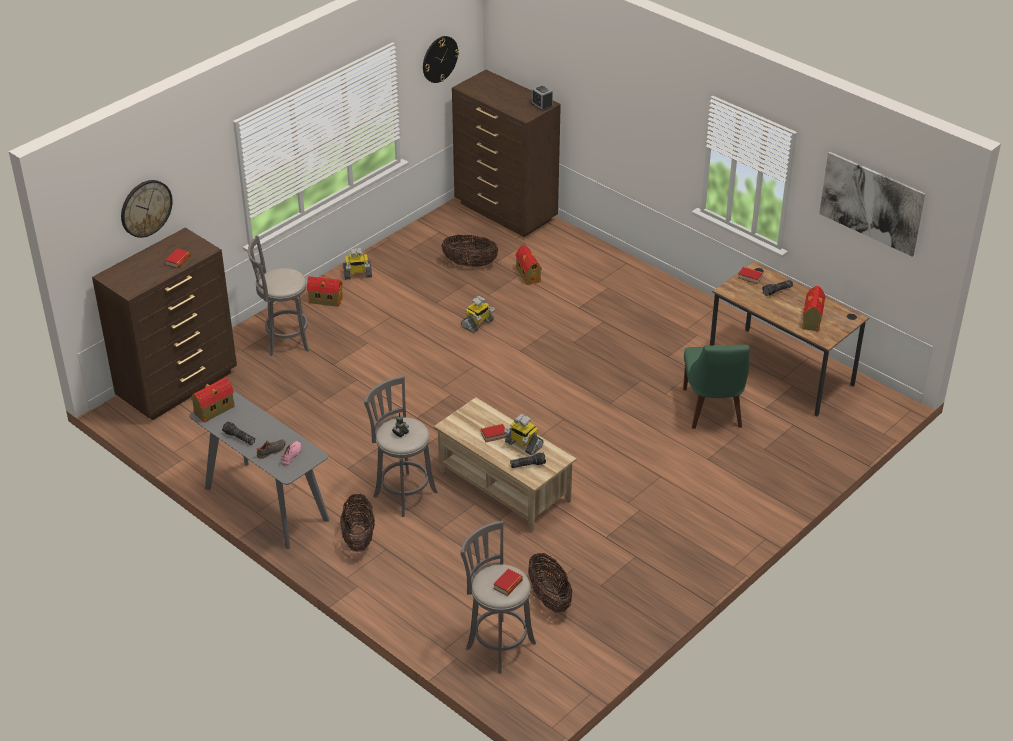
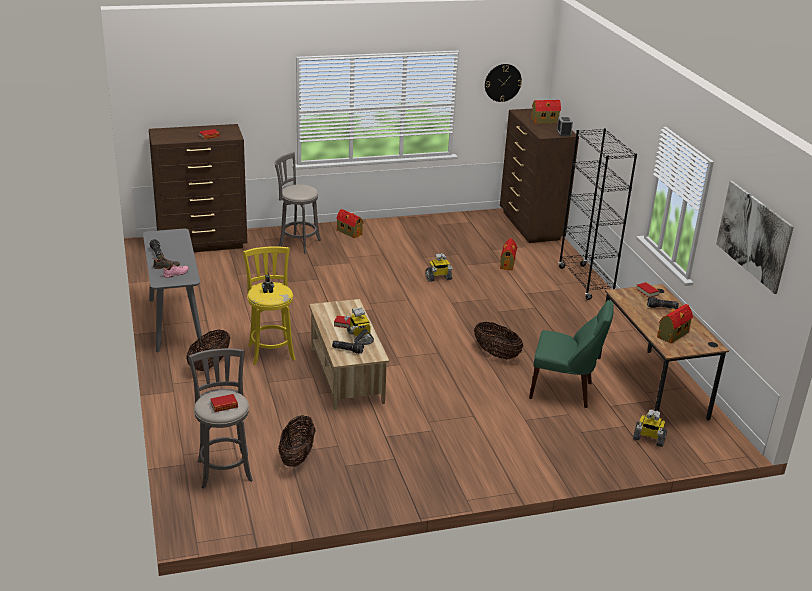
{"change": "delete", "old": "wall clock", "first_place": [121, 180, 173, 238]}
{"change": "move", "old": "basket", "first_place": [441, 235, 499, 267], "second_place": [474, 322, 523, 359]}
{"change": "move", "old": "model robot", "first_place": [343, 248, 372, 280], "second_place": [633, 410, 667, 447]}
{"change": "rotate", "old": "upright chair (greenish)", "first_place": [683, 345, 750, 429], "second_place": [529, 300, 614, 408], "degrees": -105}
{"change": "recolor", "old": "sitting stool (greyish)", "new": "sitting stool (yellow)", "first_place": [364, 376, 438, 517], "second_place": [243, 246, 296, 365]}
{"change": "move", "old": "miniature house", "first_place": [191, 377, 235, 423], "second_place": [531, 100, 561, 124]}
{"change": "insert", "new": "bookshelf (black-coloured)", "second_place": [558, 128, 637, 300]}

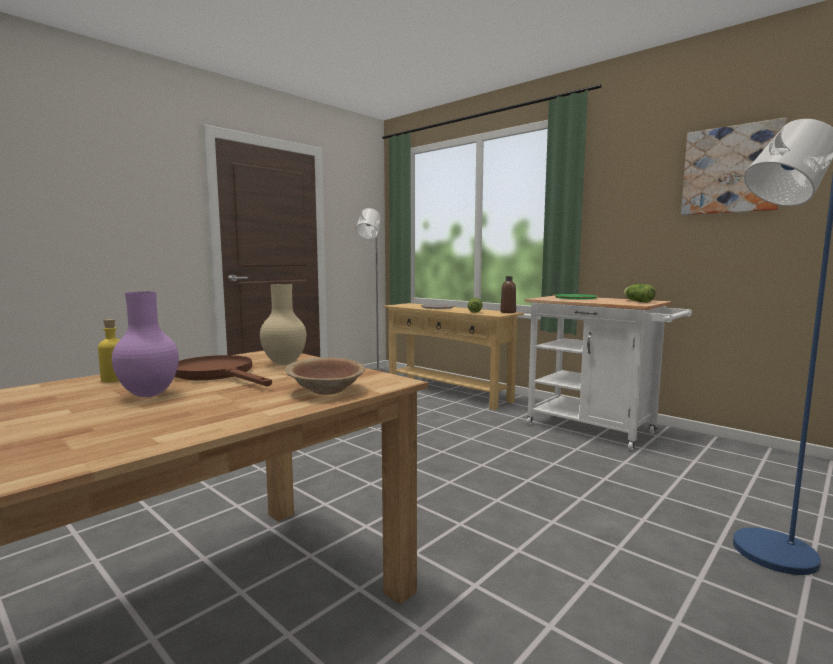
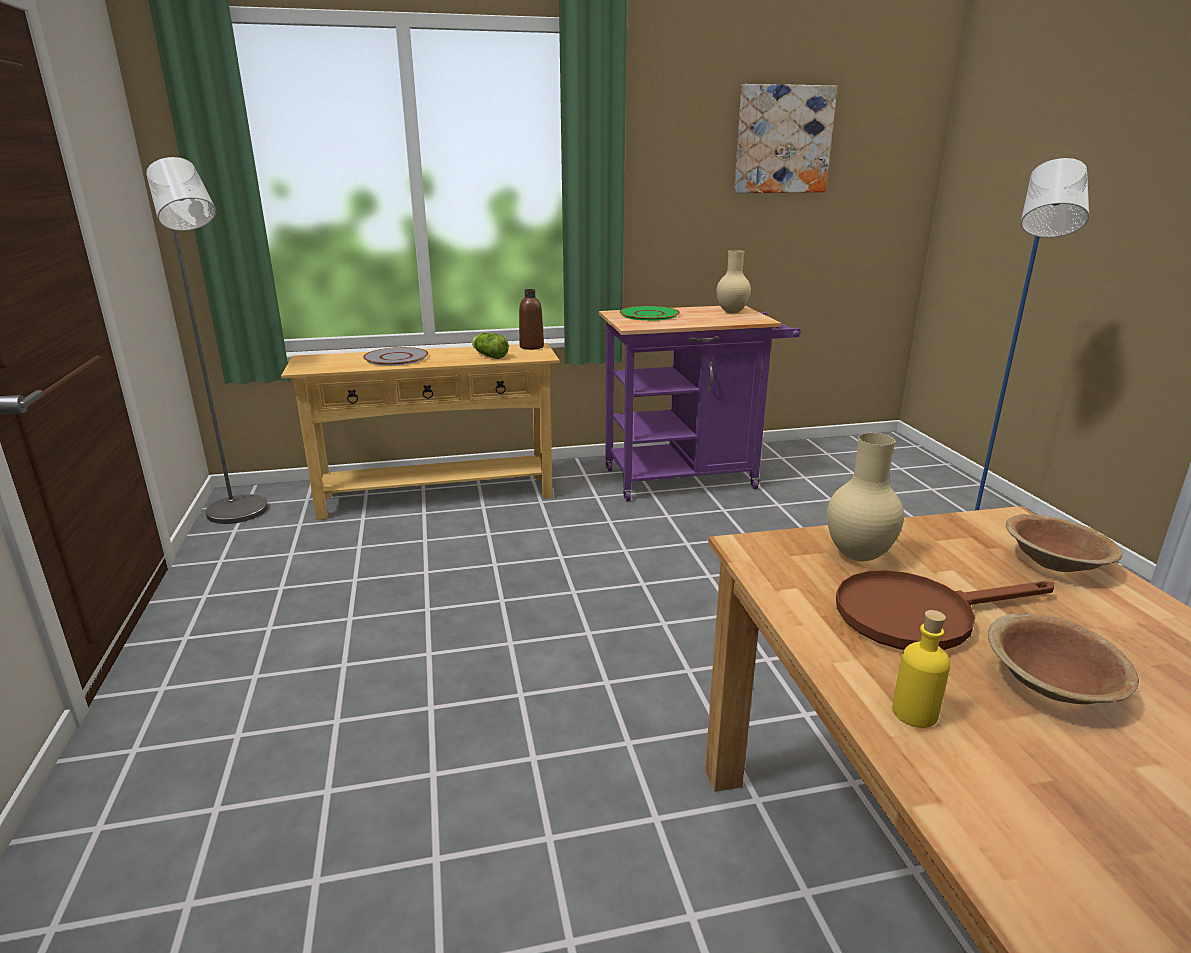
{"change": "replace", "old": "lettuce", "new": "vase (beige-coloured)", "first_place": [623, 284, 656, 303], "second_place": [716, 250, 751, 314]}
{"change": "replace", "old": "vase (purple-coloured)", "new": "serving bowl (brown-coloured)", "first_place": [112, 292, 179, 397], "second_place": [988, 613, 1139, 704]}
{"change": "recolor", "old": "cart (white-coloured)", "new": "cart (purple-coloured)", "first_place": [524, 296, 692, 451], "second_place": [599, 306, 801, 502]}

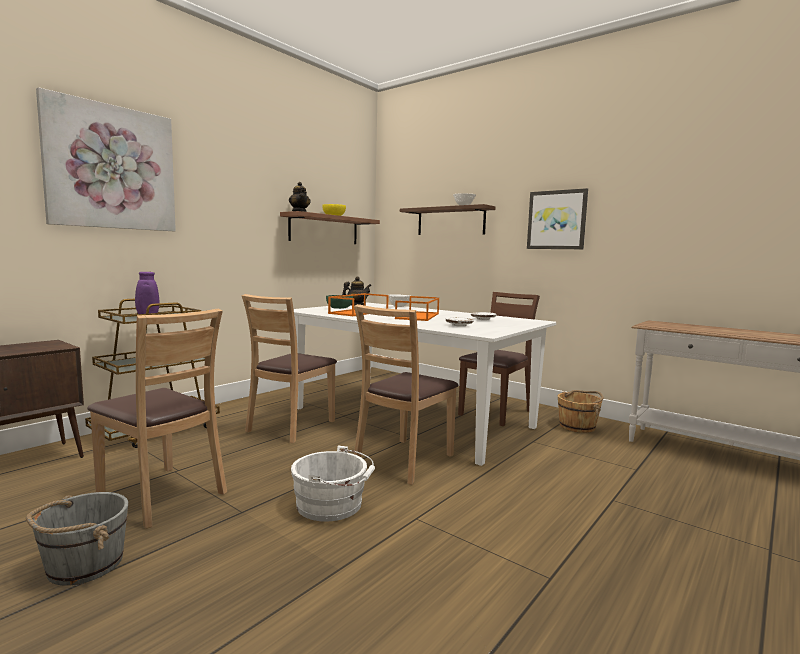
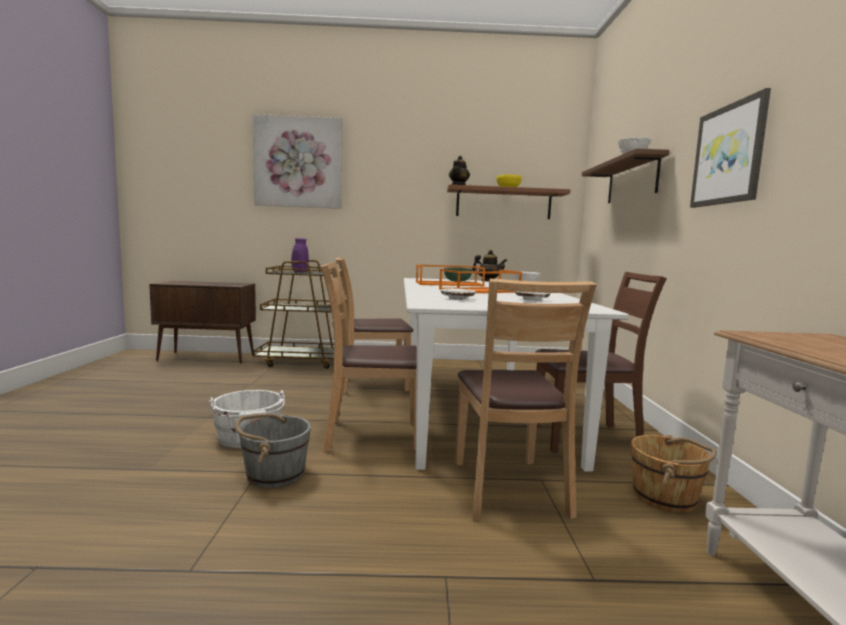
{"change": "move", "old": "upright chair (brown-coloured)", "first_place": [87, 309, 227, 529], "second_place": [456, 279, 597, 522]}
{"change": "move", "old": "bucket (greyish)", "first_place": [26, 492, 128, 586], "second_place": [235, 413, 311, 488]}

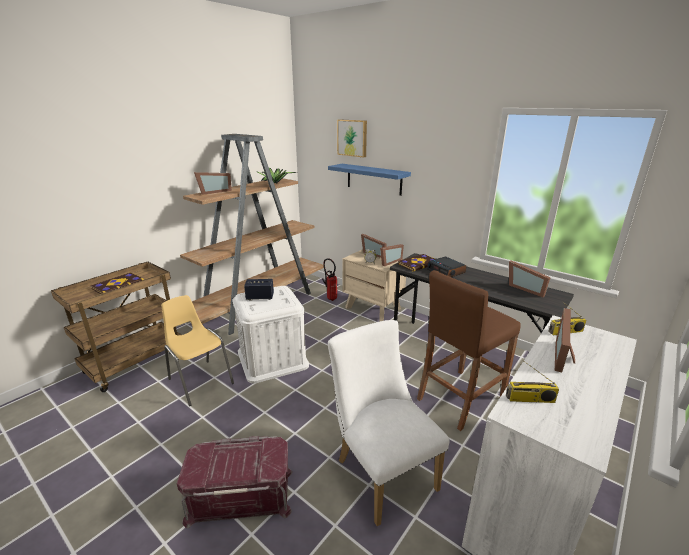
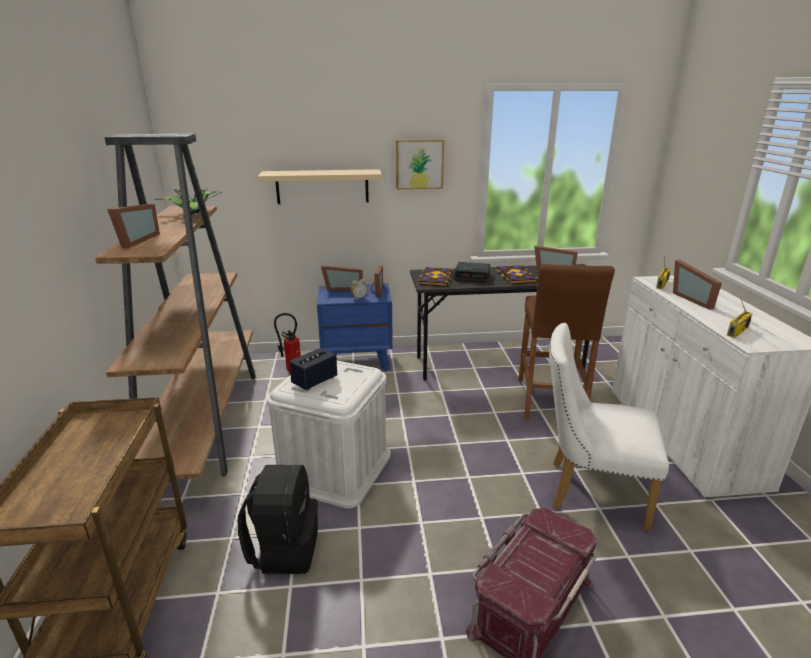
{"change": "move", "old": "wall art", "first_place": [337, 119, 367, 157], "second_place": [396, 139, 444, 189]}
{"change": "recolor", "old": "shelf (blue-coloured)", "new": "shelf (beige-coloured)", "first_place": [328, 164, 411, 196], "second_place": [257, 169, 382, 204]}
{"change": "recolor", "old": "nightstand (beige-coloured)", "new": "nightstand (blue-coloured)", "first_place": [343, 249, 406, 322], "second_place": [317, 283, 393, 371]}
{"change": "move", "old": "volume", "first_place": [91, 272, 144, 294], "second_place": [496, 265, 538, 284]}
{"change": "replace", "old": "upright chair (yellow)", "new": "backpack (black-coloured)", "first_place": [161, 295, 234, 406], "second_place": [238, 465, 318, 574]}

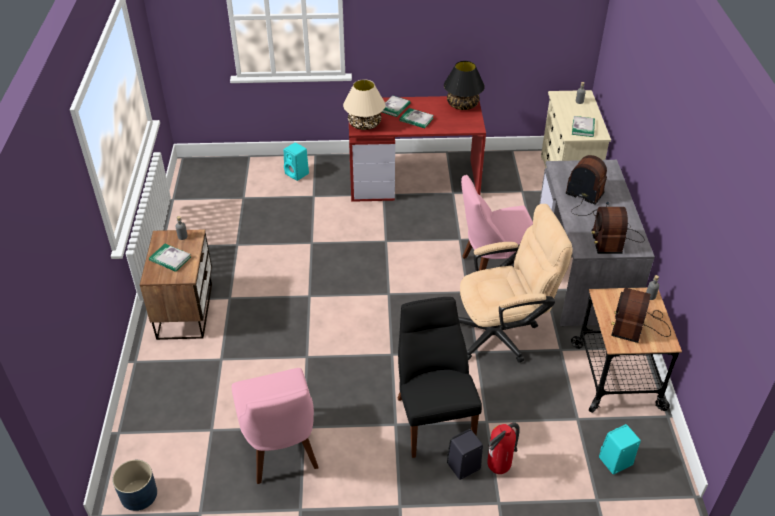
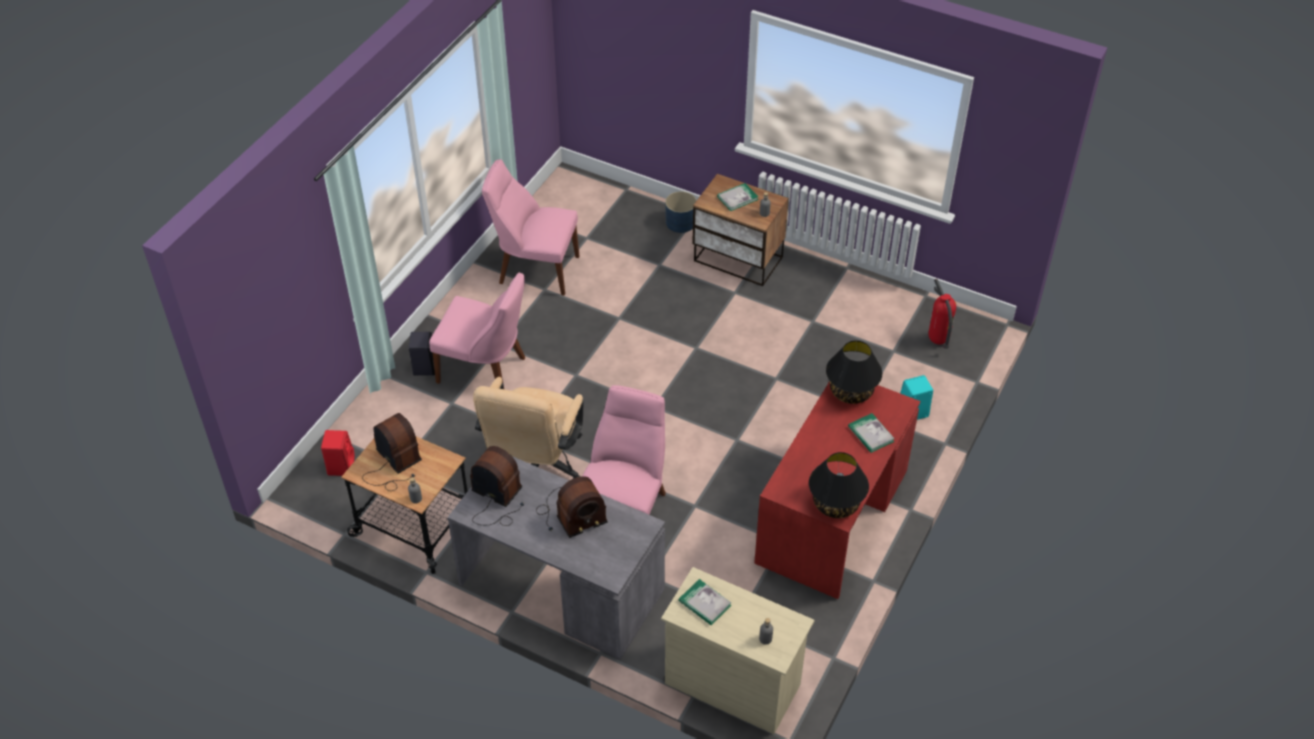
{"change": "recolor", "old": "lamp for a table (beige-coloured)", "new": "lamp for a table (black-coloured)", "first_place": [343, 79, 385, 130], "second_place": [826, 341, 882, 404]}
{"change": "delete", "old": "volume", "first_place": [399, 108, 434, 128]}
{"change": "recolor", "old": "upright chair (black-coloured)", "new": "upright chair (pink)", "first_place": [398, 297, 482, 458], "second_place": [429, 273, 525, 389]}
{"change": "move", "old": "fire extinguisher", "first_place": [487, 422, 520, 474], "second_place": [928, 279, 956, 349]}
{"change": "recolor", "old": "speaker (blue-green)", "new": "speaker (red)", "first_place": [599, 424, 641, 474], "second_place": [321, 430, 355, 476]}
{"change": "move", "old": "flower pot (blue-coloured)", "first_place": [112, 460, 157, 511], "second_place": [665, 191, 697, 233]}

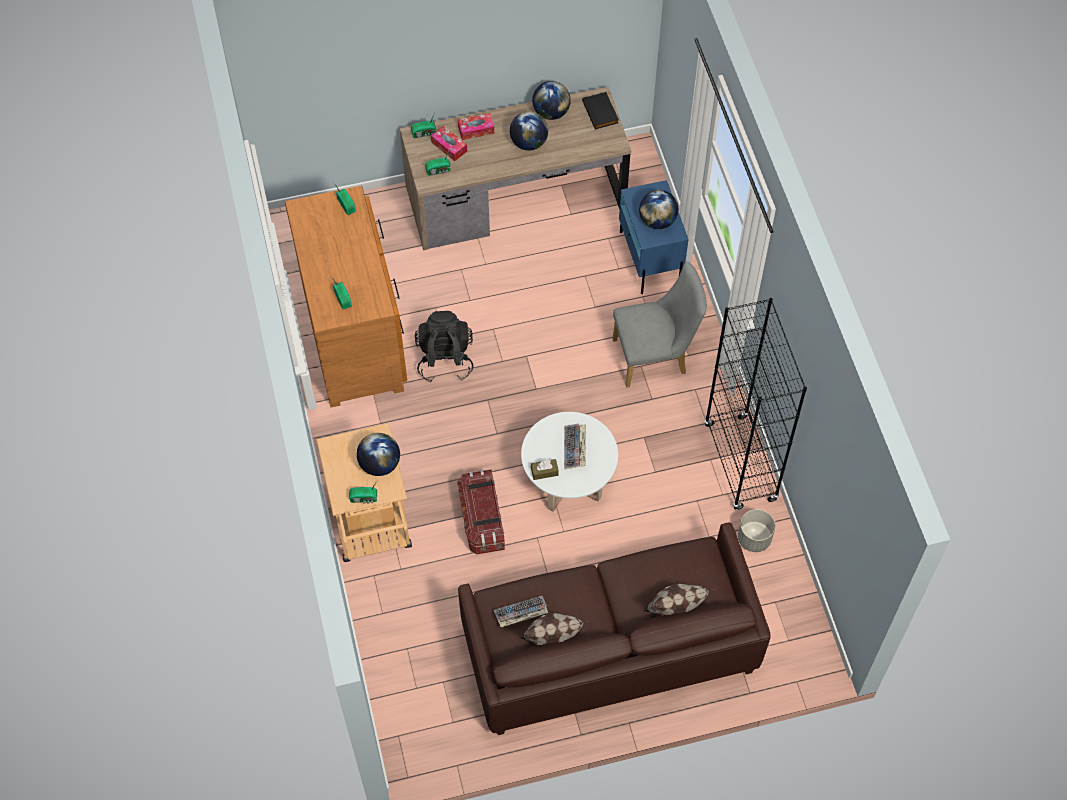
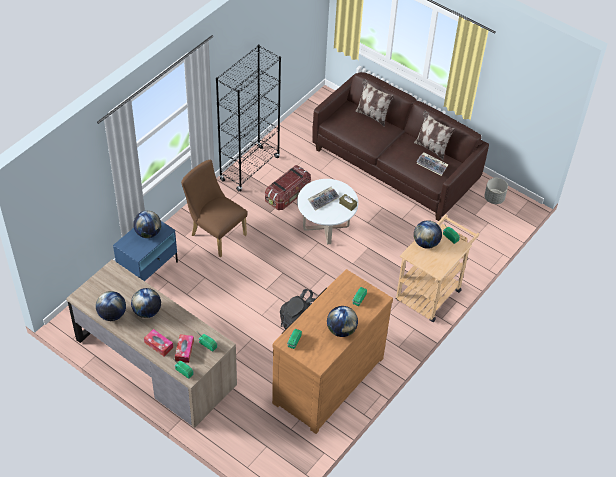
{"change": "delete", "old": "volume (black-coloured)", "first_place": [582, 92, 619, 130]}
{"change": "recolor", "old": "upright chair (greyish)", "new": "upright chair (brown-coloured)", "first_place": [613, 262, 707, 388], "second_place": [181, 160, 247, 257]}
{"change": "move", "old": "storage box", "first_place": [457, 470, 505, 554], "second_place": [265, 165, 311, 210]}
{"change": "move", "old": "flower pot (greyish)", "first_place": [738, 509, 775, 552], "second_place": [484, 178, 508, 204]}
{"change": "insert", "new": "desk globe", "second_place": [327, 306, 358, 337]}

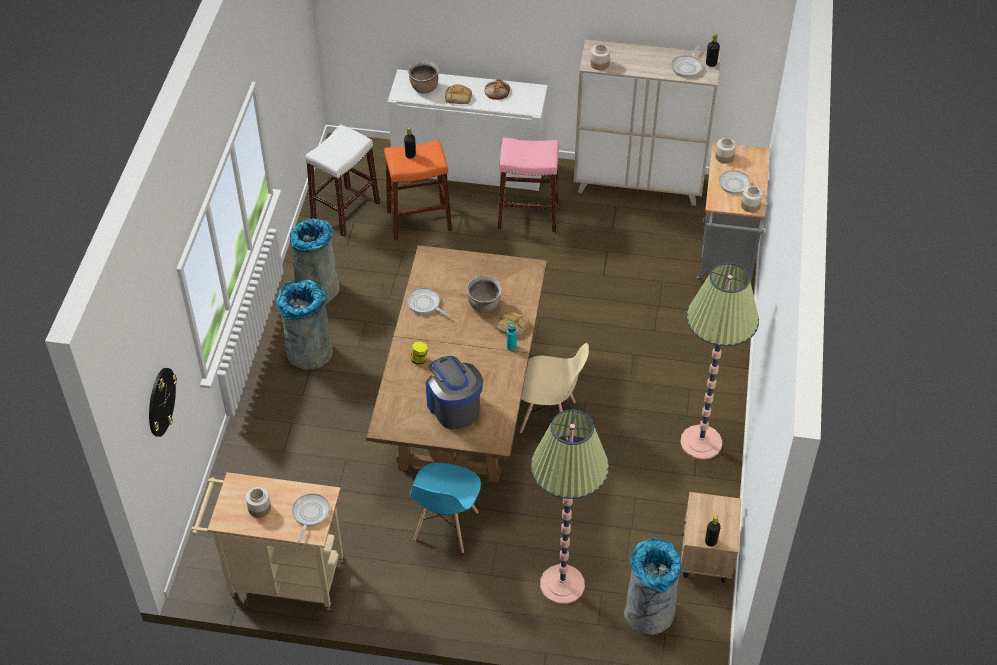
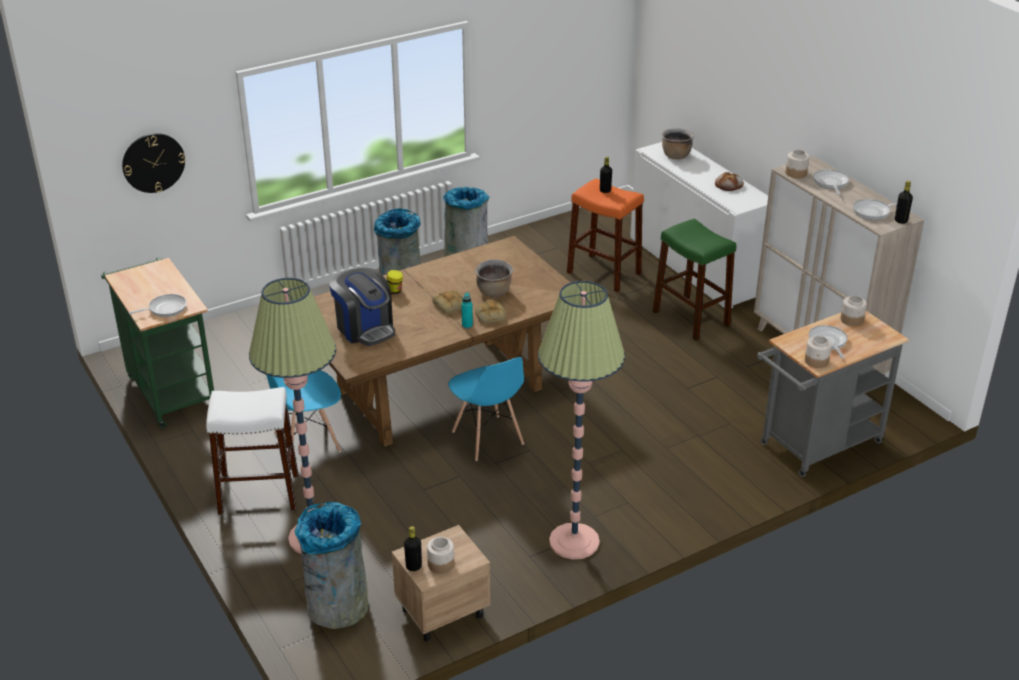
{"change": "move", "old": "bread", "first_place": [445, 84, 472, 104], "second_place": [432, 290, 463, 314]}
{"change": "move", "old": "sitting stool (white-coloured)", "first_place": [305, 125, 380, 237], "second_place": [206, 387, 298, 515]}
{"change": "recolor", "old": "sitting stool (pink)", "new": "sitting stool (greenish)", "first_place": [498, 137, 559, 232], "second_place": [653, 219, 736, 341]}
{"change": "move", "old": "pan", "first_place": [407, 288, 450, 317], "second_place": [813, 169, 849, 195]}
{"change": "recolor", "old": "upright chair (beige-coloured)", "new": "upright chair (blue-coloured)", "first_place": [520, 343, 589, 440], "second_place": [448, 357, 524, 461]}
{"change": "rotate", "old": "coffee machine", "first_place": [426, 356, 483, 429], "second_place": [329, 268, 395, 346], "degrees": 120}
{"change": "recolor", "old": "cart (beige-coloured)", "new": "cart (greenish)", "first_place": [191, 472, 344, 610], "second_place": [101, 257, 214, 428]}
{"change": "move", "old": "preserve jar", "first_place": [246, 487, 271, 518], "second_place": [427, 537, 454, 574]}

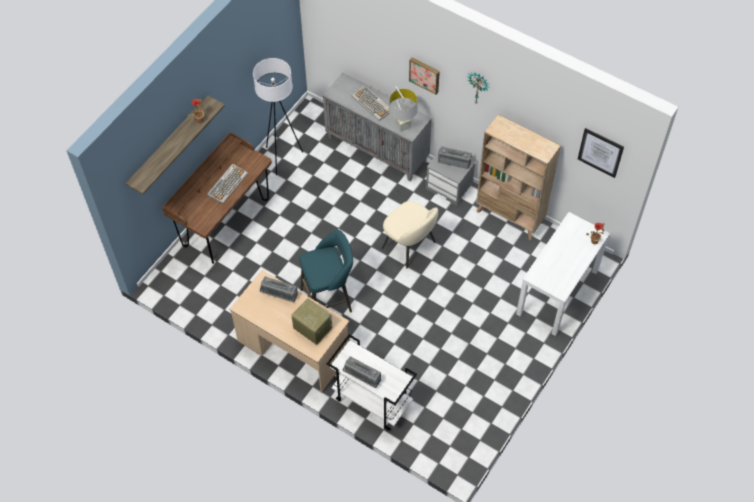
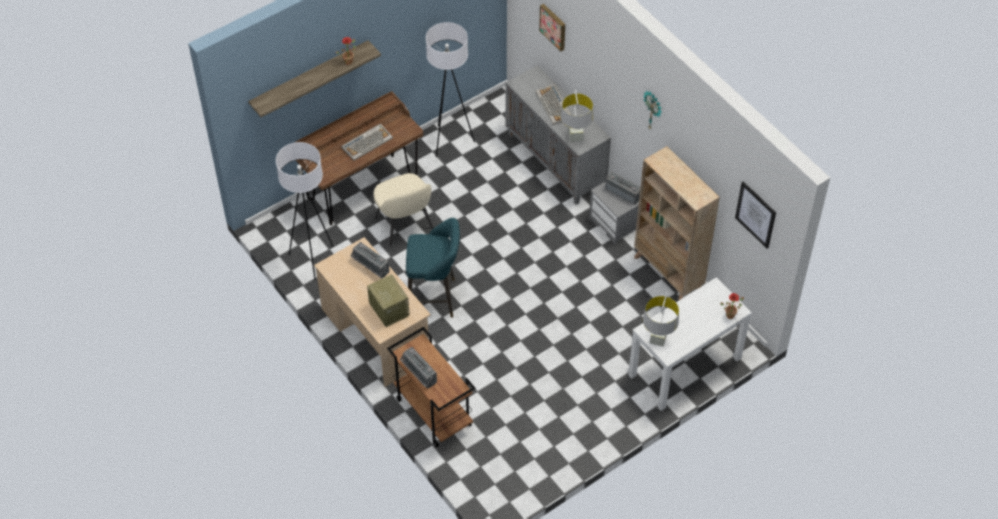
{"change": "move", "old": "wall art", "first_place": [409, 58, 440, 95], "second_place": [539, 4, 565, 52]}
{"change": "move", "old": "upright chair (beige-coloured)", "first_place": [382, 201, 438, 268], "second_place": [373, 173, 434, 246]}
{"change": "recolor", "old": "cart (white-coloured)", "new": "cart (brown-coloured)", "first_place": [327, 334, 417, 431], "second_place": [387, 327, 475, 447]}
{"change": "insert", "new": "standing lamp (white-coloured)", "second_place": [276, 142, 334, 281]}
{"change": "insert", "new": "lamp for a table (greyish)", "second_place": [643, 292, 679, 347]}

